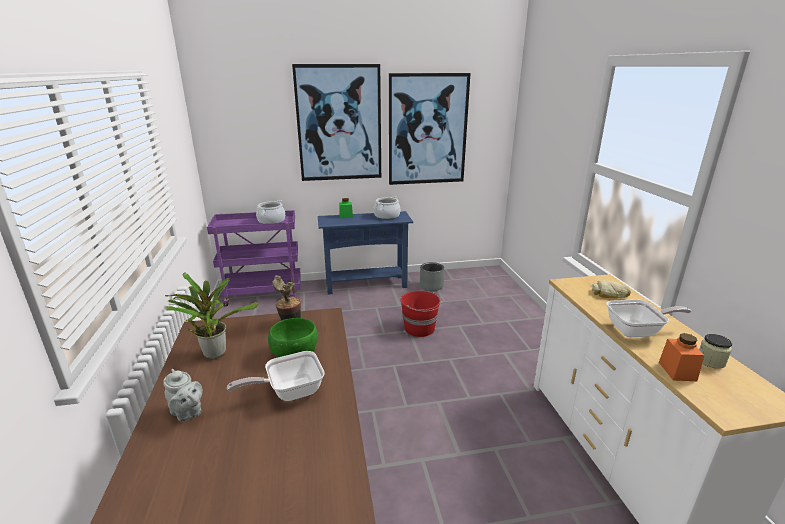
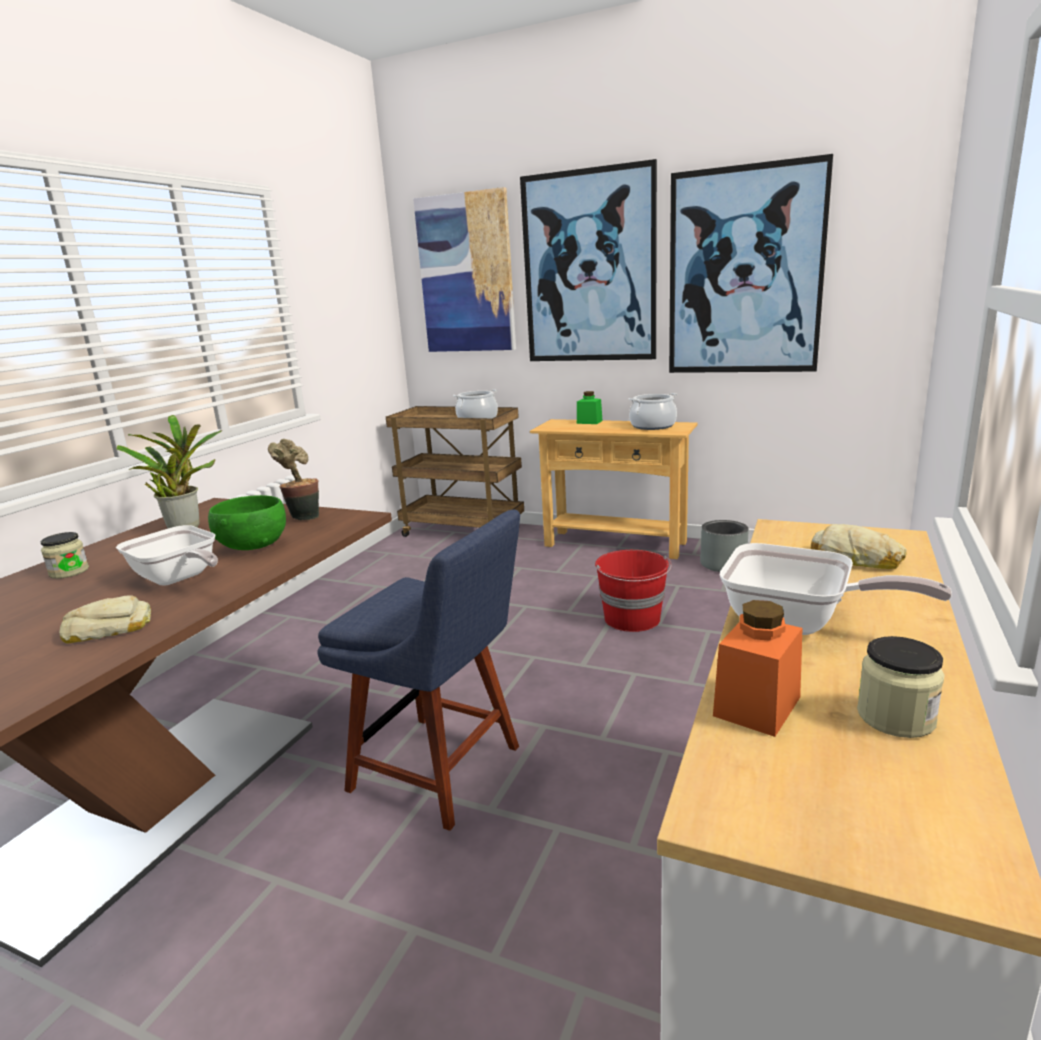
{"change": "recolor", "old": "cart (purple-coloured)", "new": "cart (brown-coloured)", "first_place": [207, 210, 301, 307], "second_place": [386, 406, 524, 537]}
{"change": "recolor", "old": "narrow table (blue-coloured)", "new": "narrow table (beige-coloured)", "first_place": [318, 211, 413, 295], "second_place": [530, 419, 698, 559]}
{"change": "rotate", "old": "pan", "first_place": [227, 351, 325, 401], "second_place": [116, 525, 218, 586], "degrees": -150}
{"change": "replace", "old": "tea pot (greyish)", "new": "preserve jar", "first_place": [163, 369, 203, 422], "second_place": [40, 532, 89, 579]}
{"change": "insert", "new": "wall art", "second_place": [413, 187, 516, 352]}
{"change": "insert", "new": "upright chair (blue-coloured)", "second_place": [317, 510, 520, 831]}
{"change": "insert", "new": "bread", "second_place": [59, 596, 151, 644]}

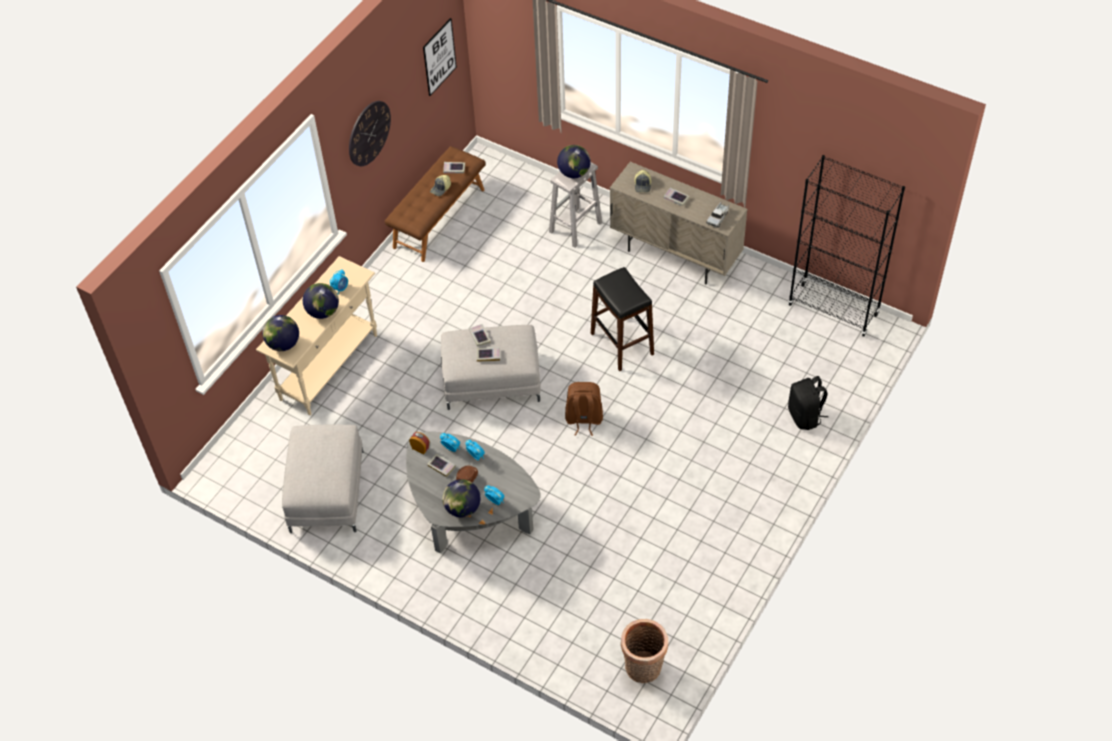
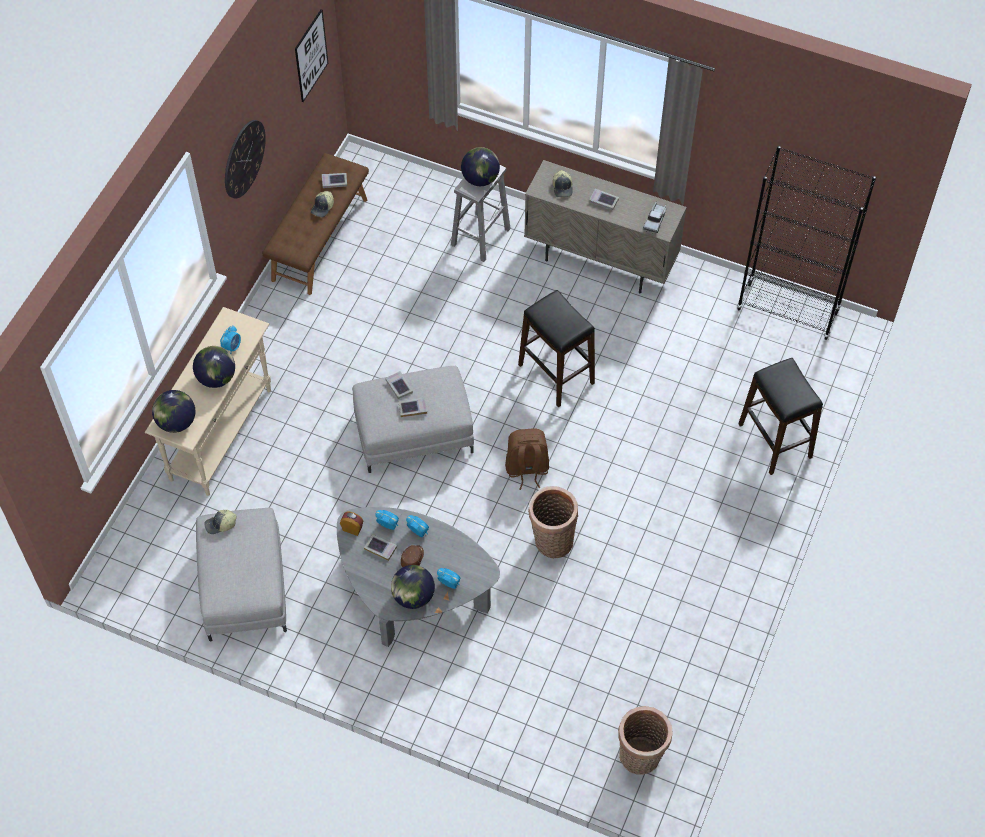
{"change": "replace", "old": "backpack (black-coloured)", "new": "sitting stool (black-coloured)", "first_place": [788, 376, 828, 430], "second_place": [738, 358, 823, 475]}
{"change": "insert", "new": "basket", "second_place": [528, 486, 578, 559]}
{"change": "insert", "new": "peaked cap", "second_place": [204, 510, 236, 534]}

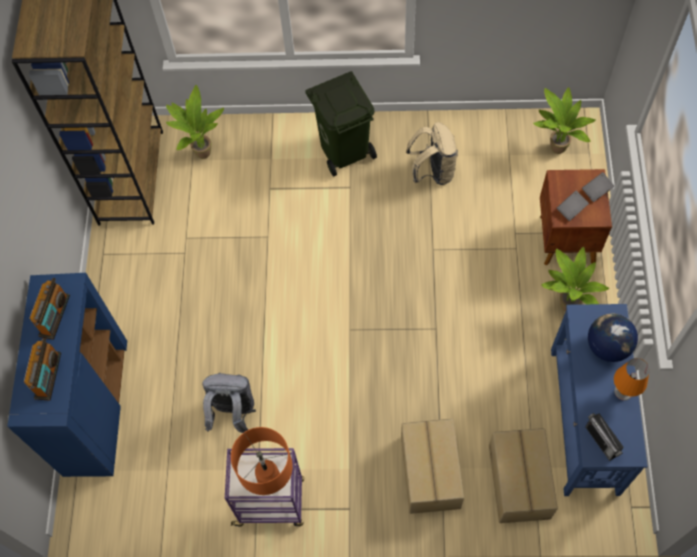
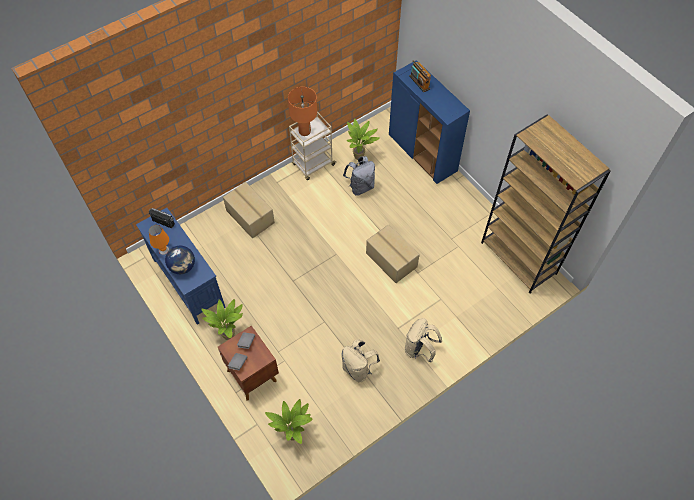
{"change": "replace", "old": "rubbish bin (greenish)", "new": "backpack (beige-coloured)", "first_place": [305, 71, 377, 176], "second_place": [405, 318, 442, 363]}
{"change": "move", "old": "plant in a pot", "first_place": [166, 85, 224, 159], "second_place": [347, 119, 380, 160]}
{"change": "delete", "old": "radio receiver", "first_place": [29, 278, 70, 340]}
{"change": "move", "old": "packing box", "first_place": [489, 428, 558, 523], "second_place": [366, 224, 420, 283]}
{"change": "recolor", "old": "cart (purple-coloured)", "new": "cart (beige-coloured)", "first_place": [225, 448, 304, 527], "second_place": [289, 112, 336, 180]}

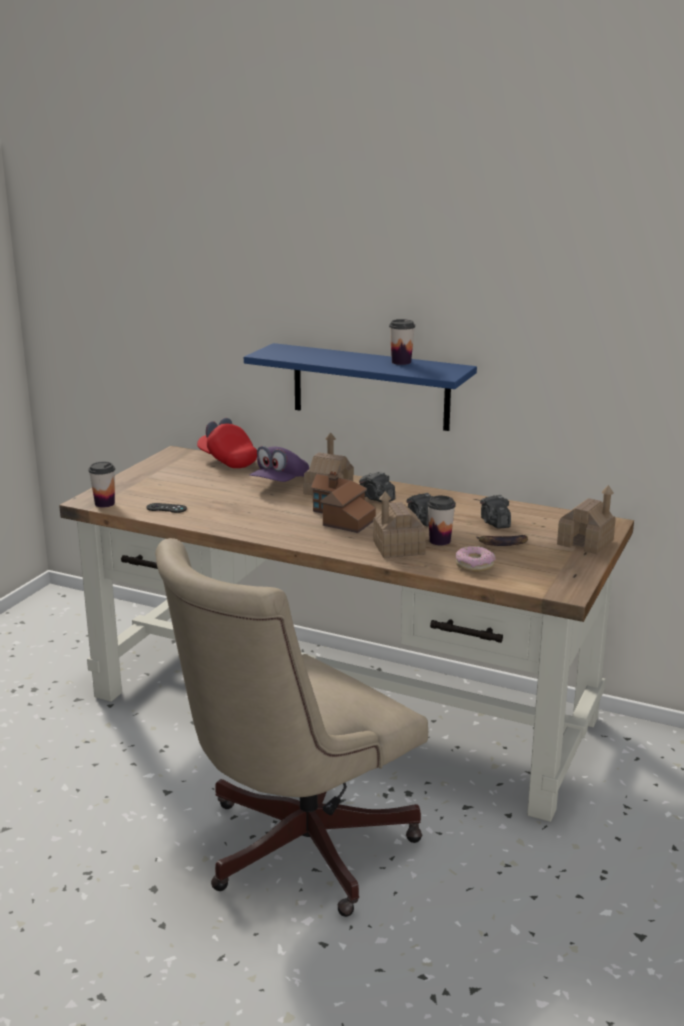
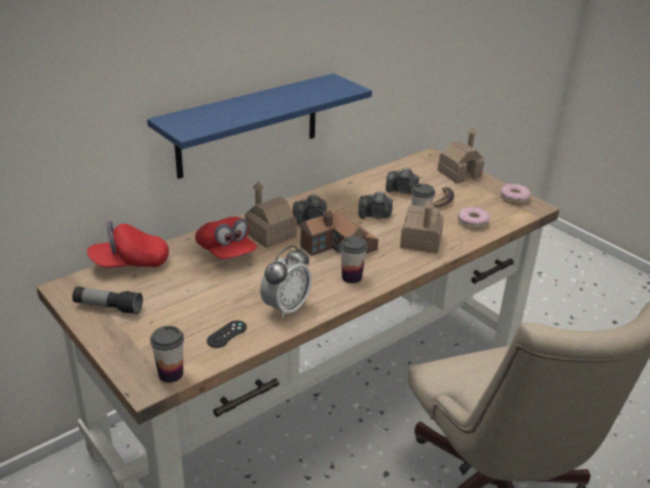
{"change": "move", "old": "cup", "first_place": [389, 319, 415, 365], "second_place": [340, 236, 368, 284]}
{"change": "recolor", "old": "peaked cap (purple-coloured)", "new": "peaked cap (red)", "first_place": [250, 446, 309, 482], "second_place": [195, 217, 257, 259]}
{"change": "insert", "new": "donut", "second_place": [500, 184, 531, 204]}
{"change": "insert", "new": "table clock", "second_place": [260, 246, 312, 319]}
{"change": "insert", "new": "hand torch", "second_place": [72, 286, 143, 315]}

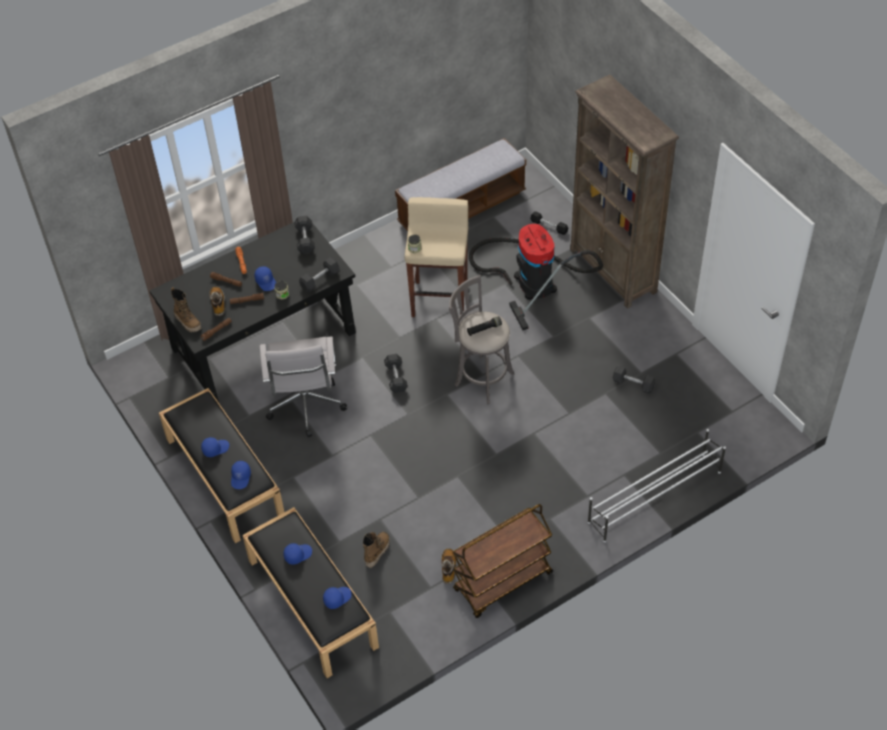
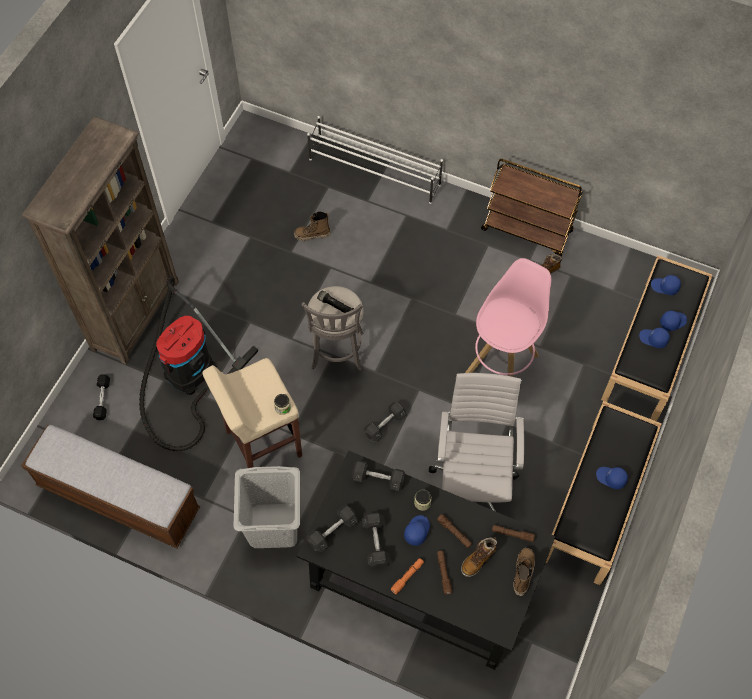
{"change": "rotate", "old": "computer chair (white-coloured)", "first_place": [260, 336, 347, 437], "second_place": [429, 373, 524, 511], "degrees": -45}
{"change": "move", "old": "free weight (greyish)", "first_place": [612, 366, 656, 394], "second_place": [362, 512, 391, 568]}
{"change": "move", "old": "peaked cap (blue-coloured)", "first_place": [231, 461, 251, 489], "second_place": [660, 311, 687, 331]}
{"change": "move", "old": "tall boot", "first_place": [363, 532, 390, 568], "second_place": [294, 211, 331, 241]}
{"change": "insert", "new": "sitting stool (pink)", "second_place": [465, 258, 551, 377]}
{"change": "insert", "new": "washing basket (greyish)", "second_place": [233, 466, 300, 548]}

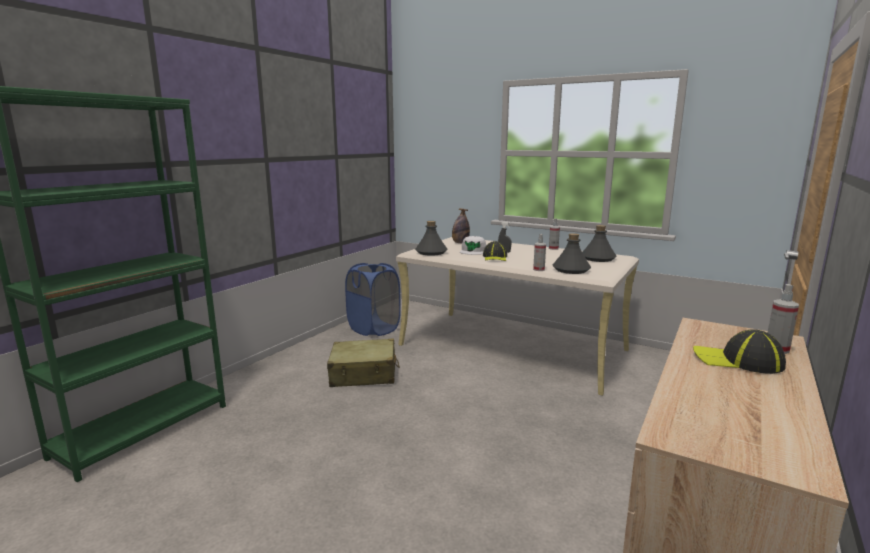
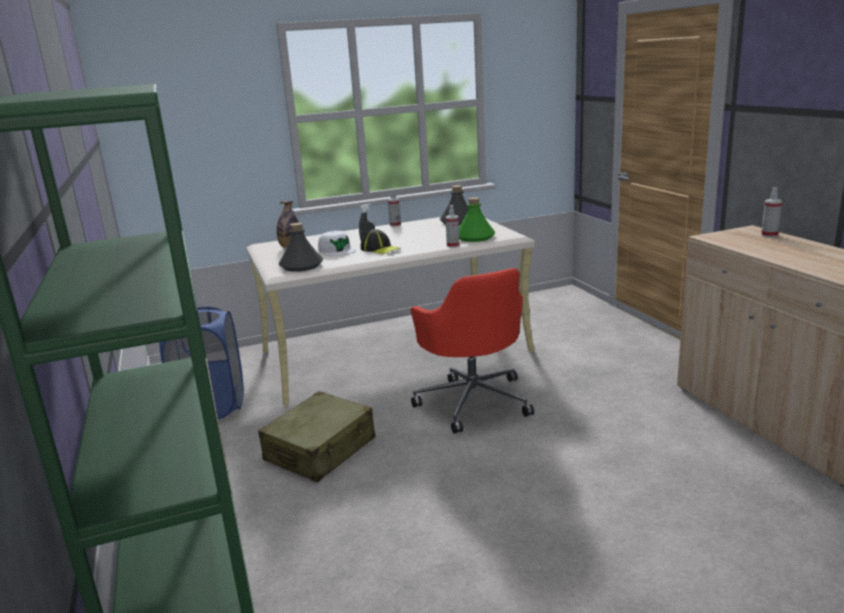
{"change": "recolor", "old": "drink bottle (greyish)", "new": "drink bottle (greenish)", "first_place": [553, 233, 591, 274], "second_place": [459, 197, 495, 242]}
{"change": "delete", "old": "peaked cap", "first_place": [693, 329, 786, 374]}
{"change": "insert", "new": "computer chair (red)", "second_place": [410, 268, 534, 434]}

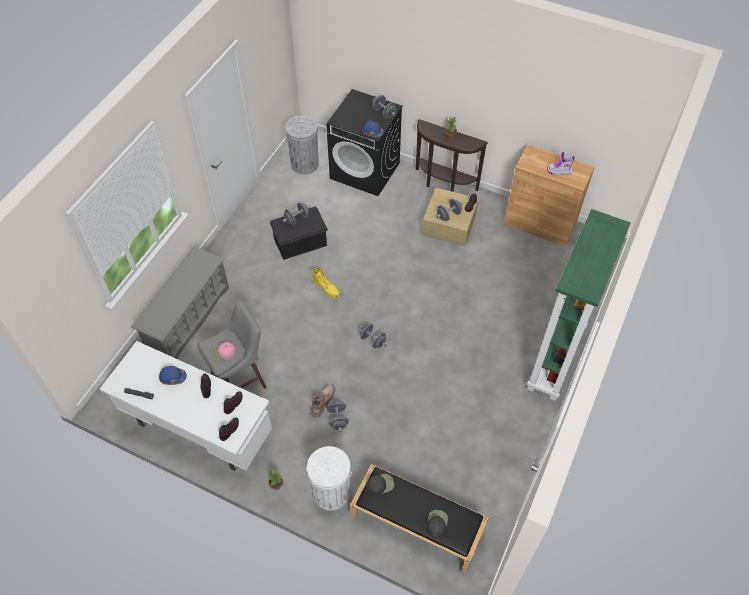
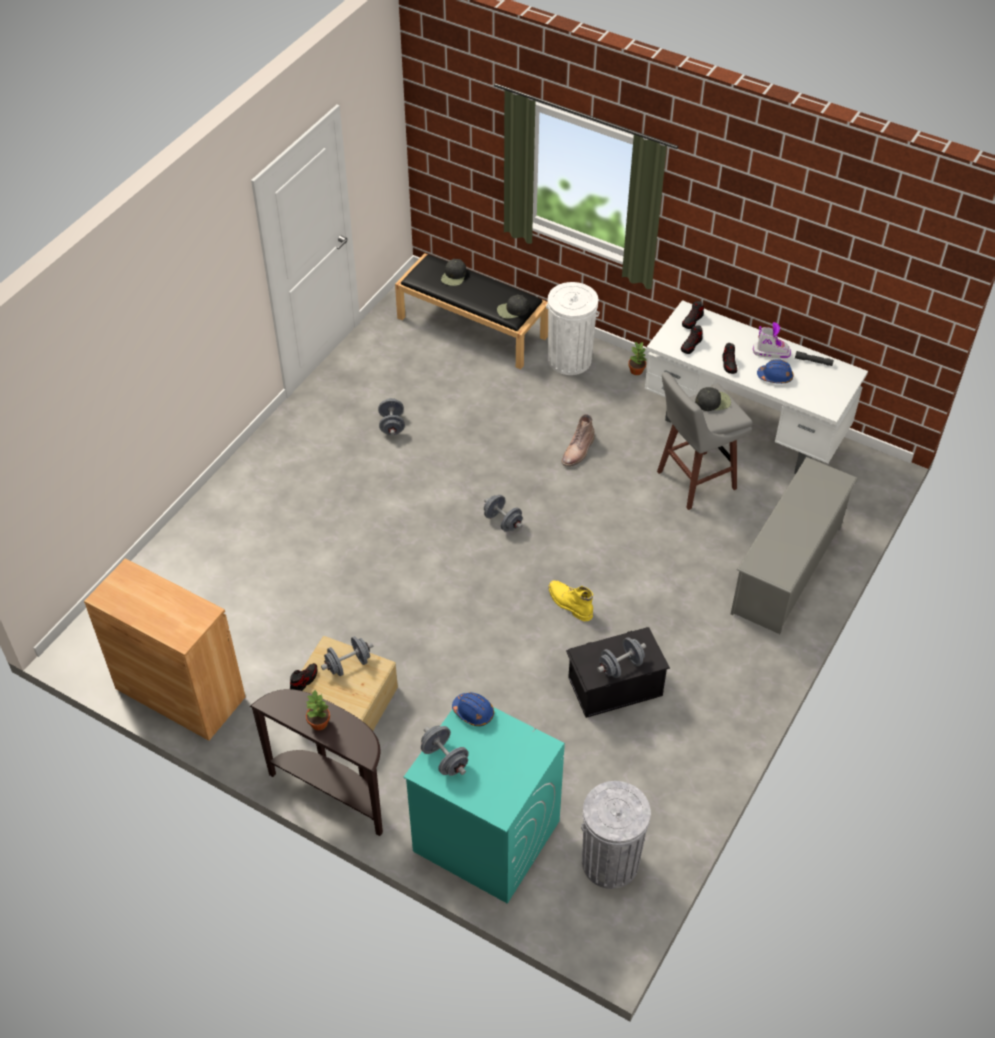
{"change": "recolor", "old": "laundry appliance (black-coloured)", "new": "laundry appliance (blue-green)", "first_place": [326, 89, 403, 196], "second_place": [404, 707, 565, 904]}
{"change": "move", "old": "tall boot", "first_place": [547, 152, 575, 175], "second_place": [753, 322, 791, 358]}
{"change": "delete", "old": "bookshelf (greenish)", "first_place": [527, 209, 631, 401]}
{"change": "recolor", "old": "peaked cap (pink)", "new": "peaked cap (black-coloured)", "first_place": [210, 342, 237, 363], "second_place": [695, 387, 731, 411]}
{"change": "move", "old": "free weight (greyish)", "first_place": [327, 399, 349, 432], "second_place": [378, 398, 405, 435]}

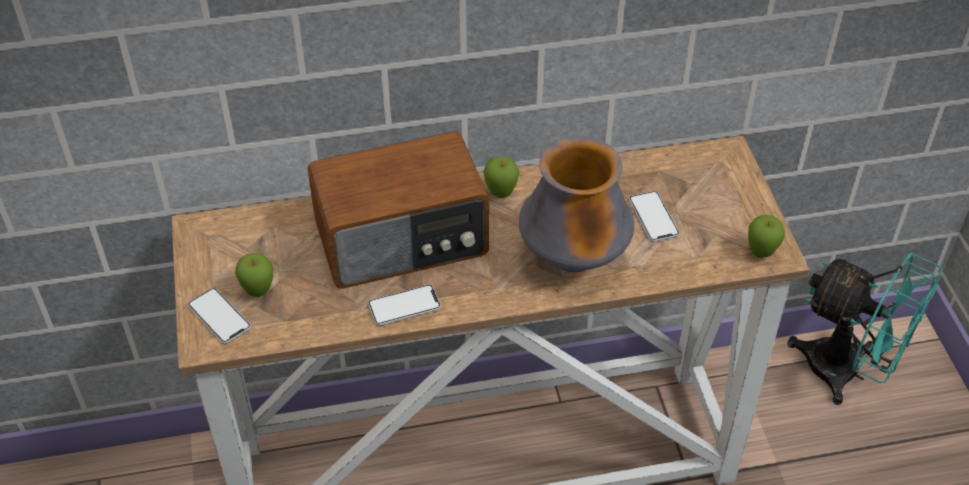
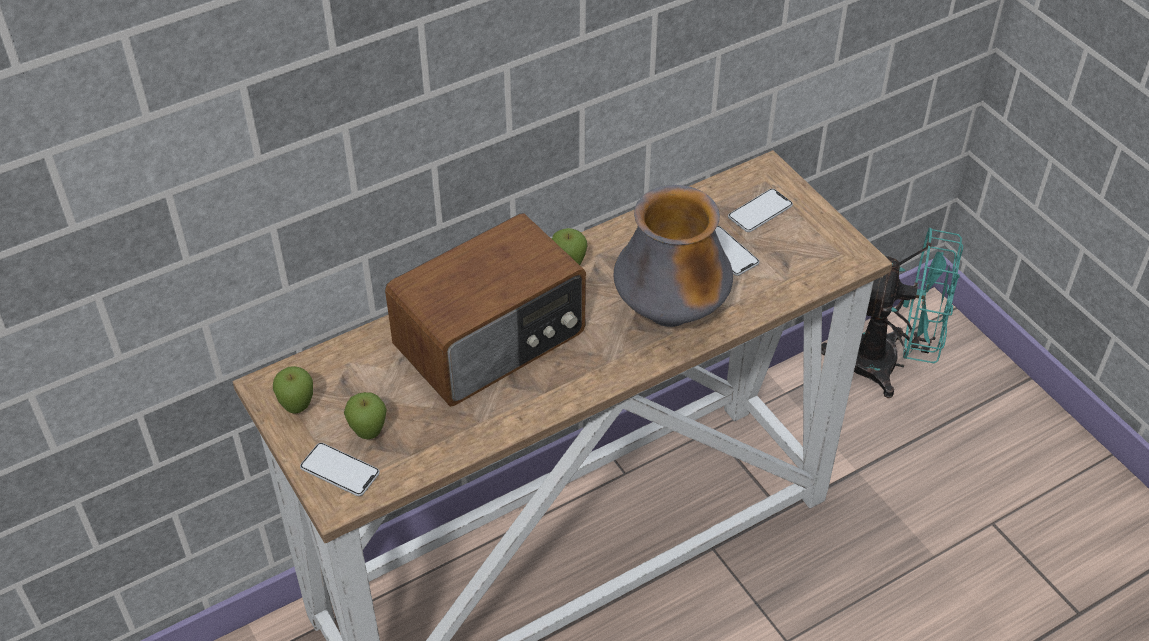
{"change": "move", "old": "apple", "first_place": [748, 215, 785, 258], "second_place": [273, 366, 313, 414]}
{"change": "move", "old": "phone", "first_place": [368, 285, 441, 326], "second_place": [728, 189, 793, 232]}

